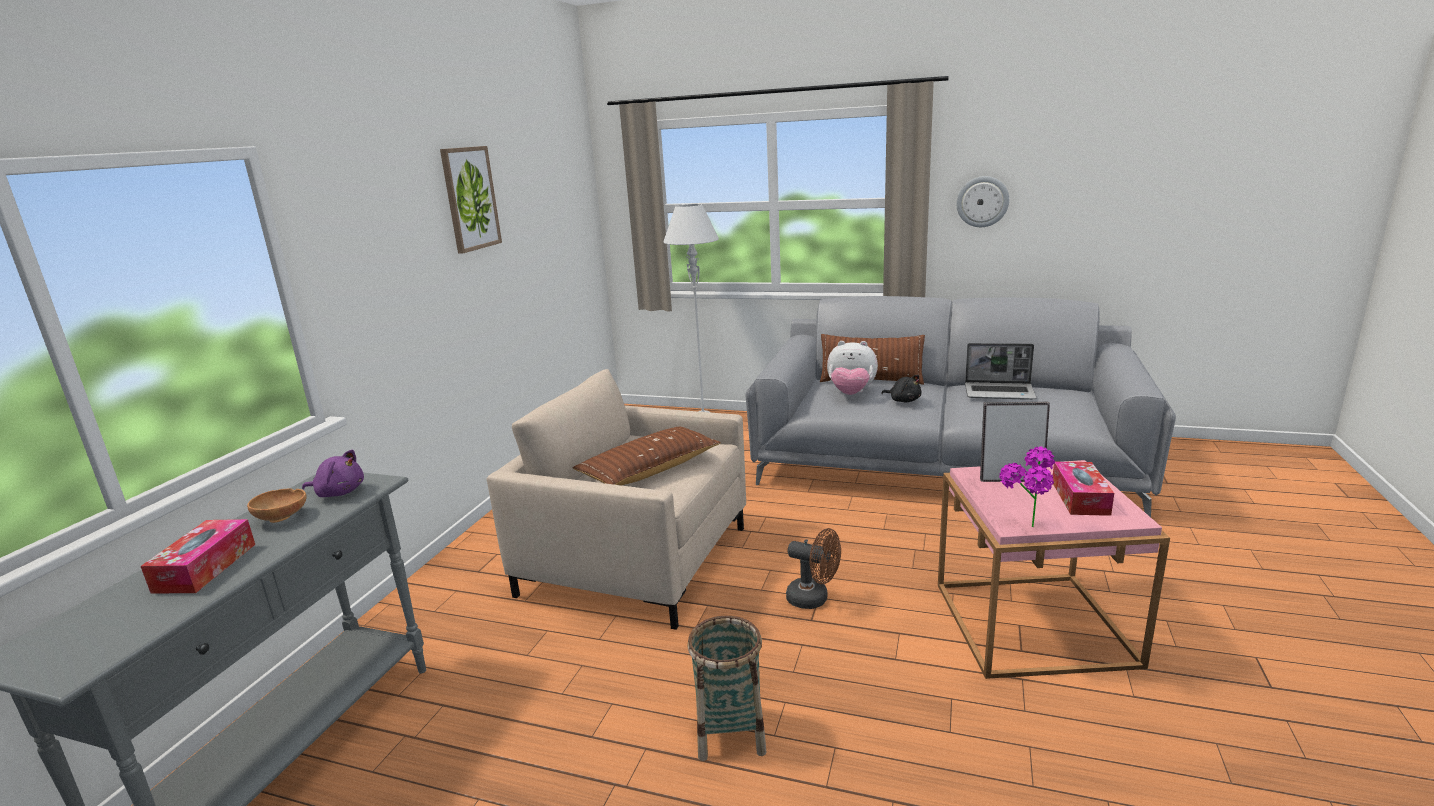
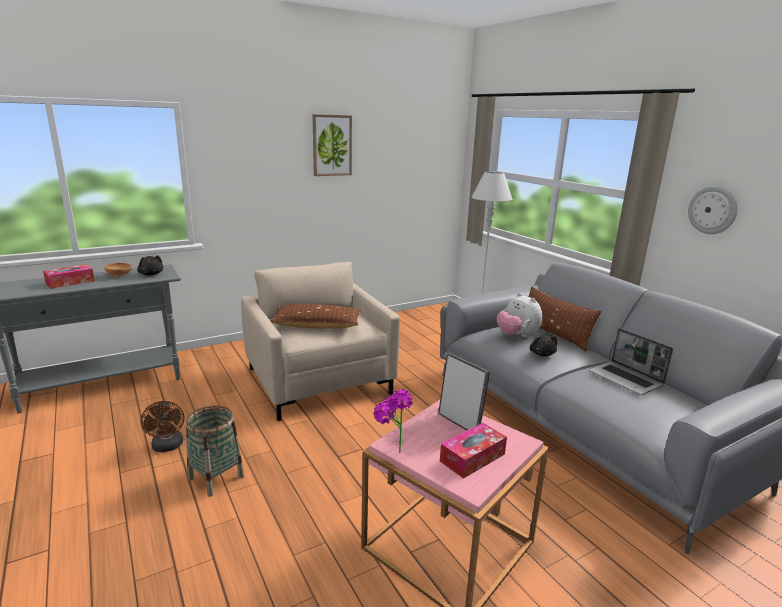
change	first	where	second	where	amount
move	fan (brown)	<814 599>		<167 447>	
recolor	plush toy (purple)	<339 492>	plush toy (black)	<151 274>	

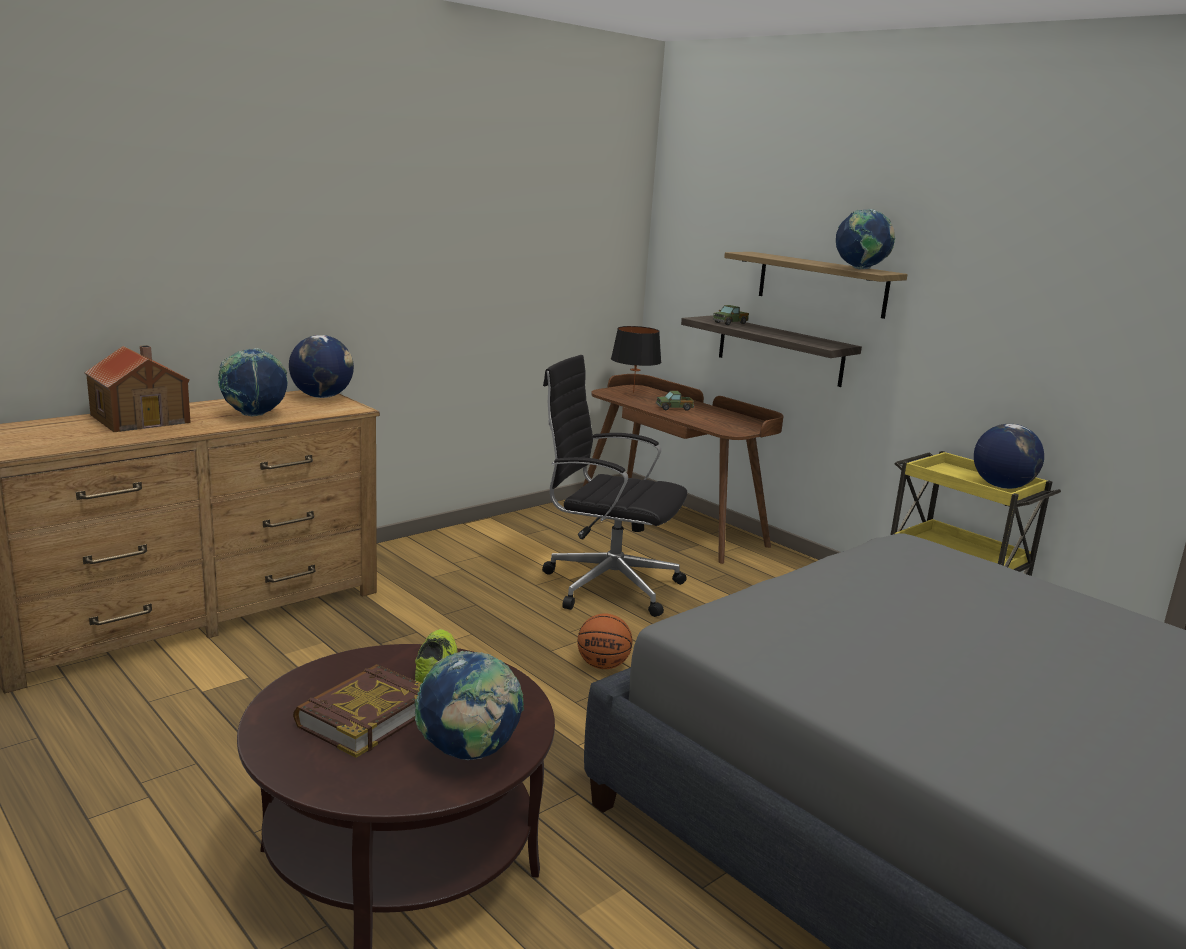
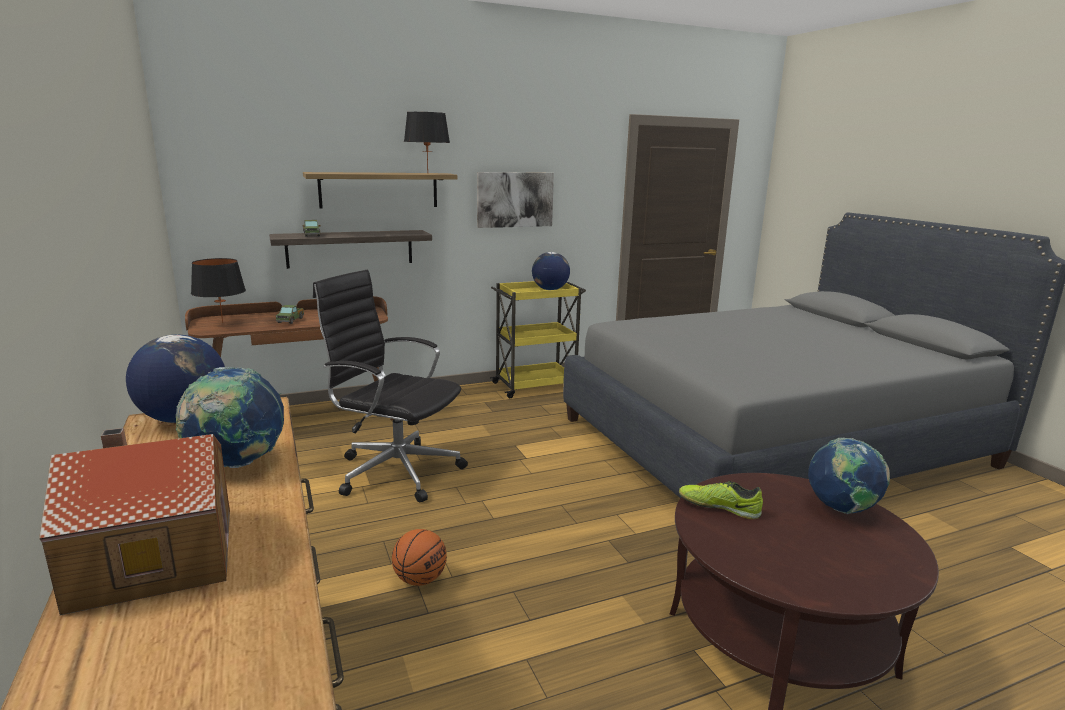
change	first	where	second	where	amount
delete	book	<365 717>			
insert			picture	<514 199>	
move	basketball	<603 665>		<420 579>	
replace	globe	<860 269>	table lamp (black)	<428 173>	
rotate	office chair (black)	<607 585>		<395 470>	75 degrees clockwise

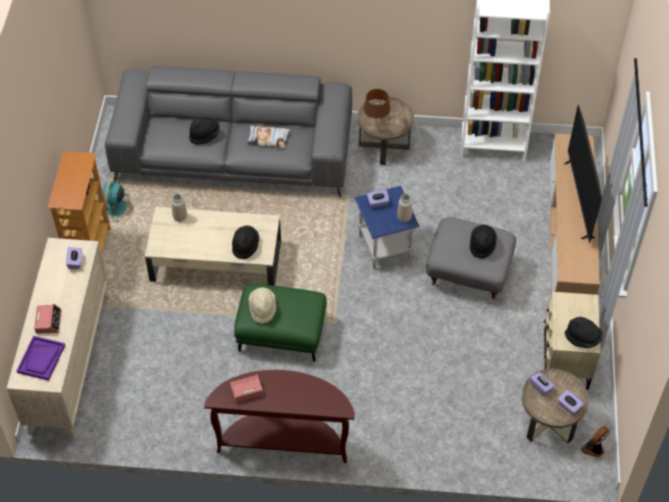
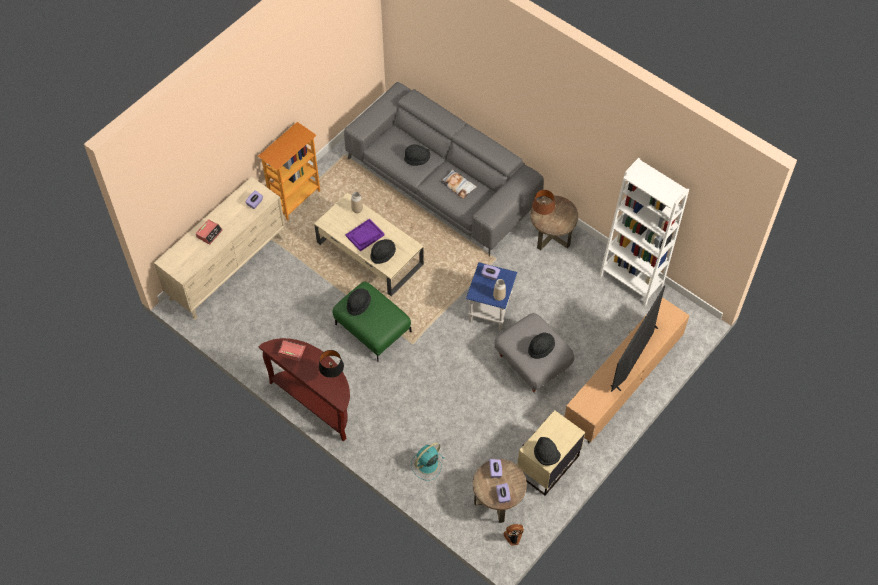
change	first	where	second	where	amount
insert			table lamp (black)	<332 377>	
move	tray (purple)	<41 359>		<365 235>	
move	fan (turquoise)	<115 208>		<426 465>	
recolor	hat (beige)	<262 309>	hat (black)	<358 304>	

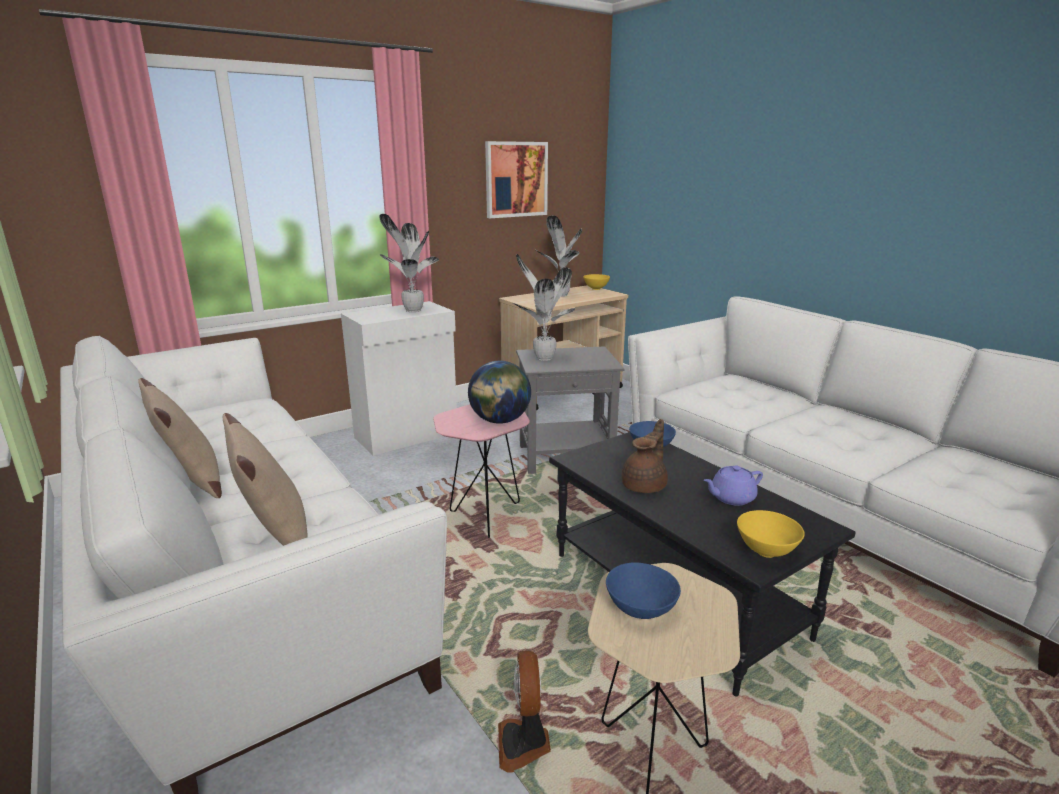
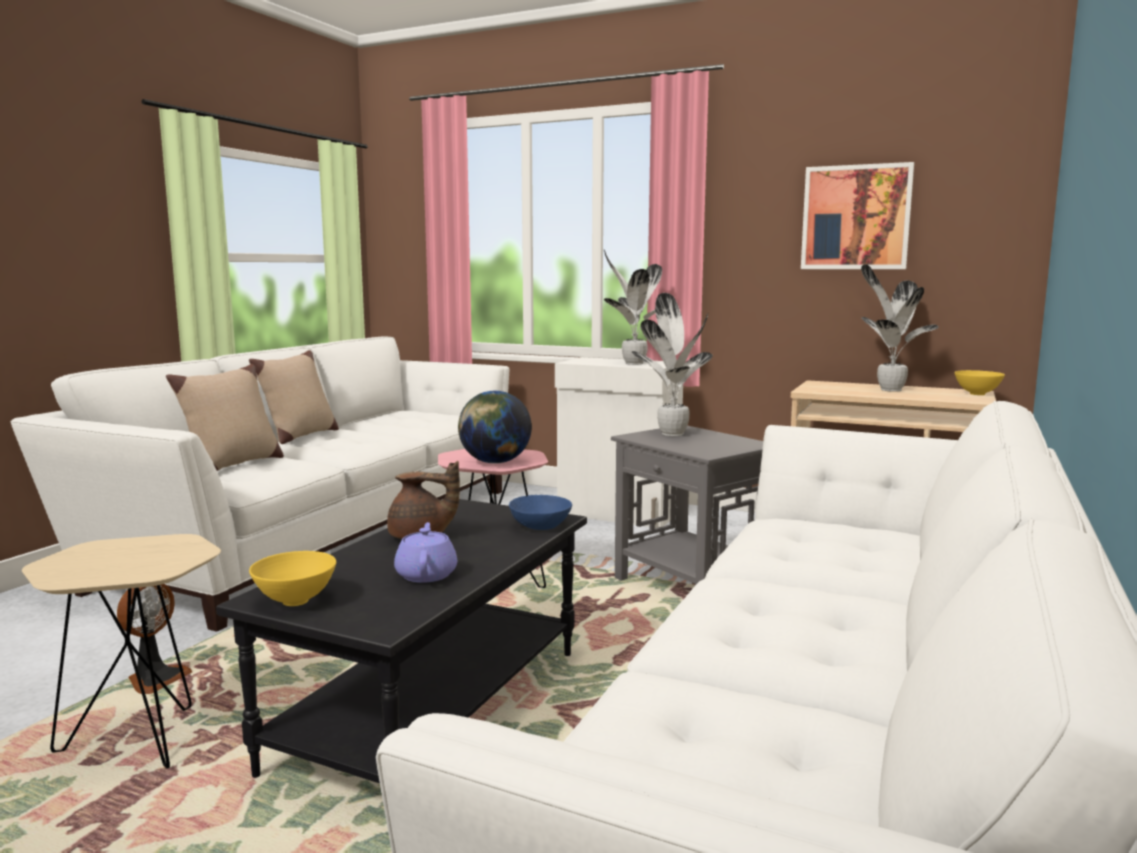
change	first	where	second	where	amount
delete	bowl (blue)	<640 607>			
rotate	fan	<524 744>		<155 679>	150 degrees clockwise
rotate	teapot (purple)	<731 498>		<426 574>	45 degrees clockwise

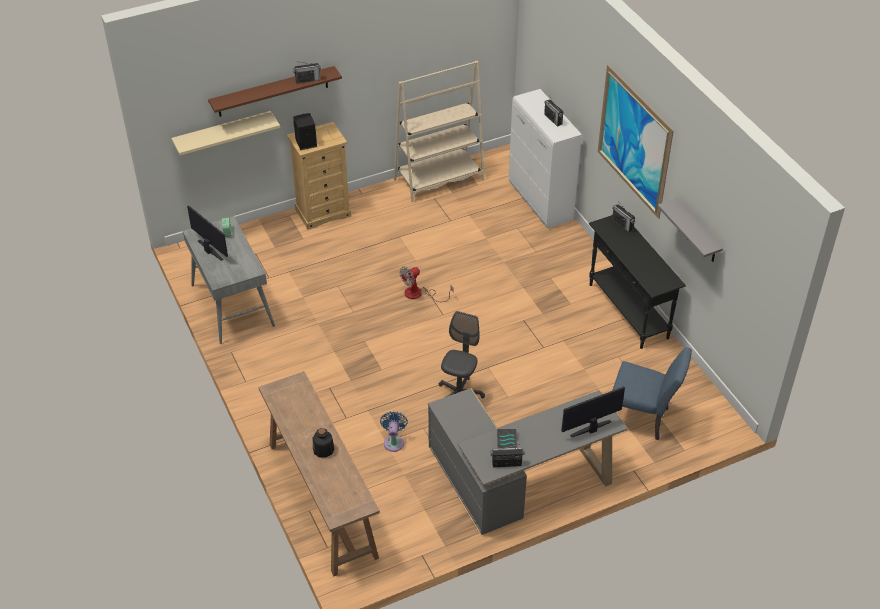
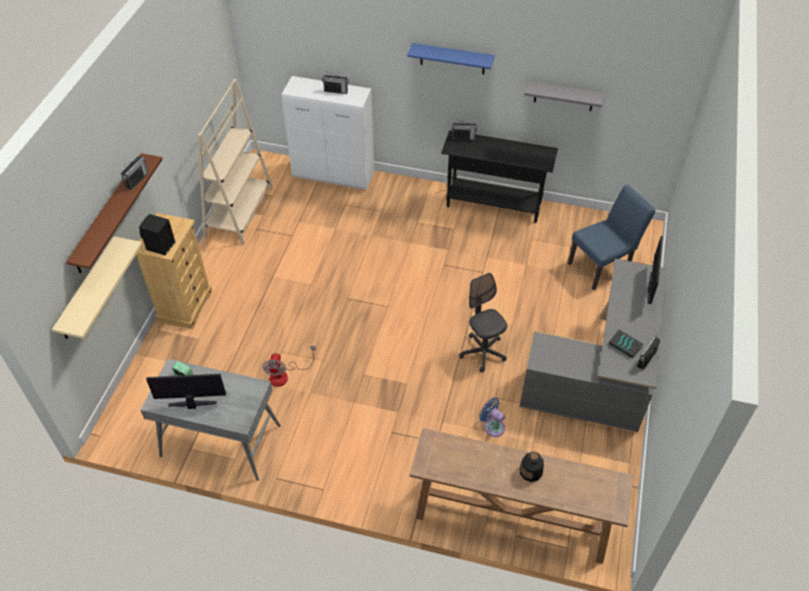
change	first	where	second	where	amount
move	fan	<419 294>		<285 375>	
replace	picture	<633 141>	shelf (blue)	<452 59>	

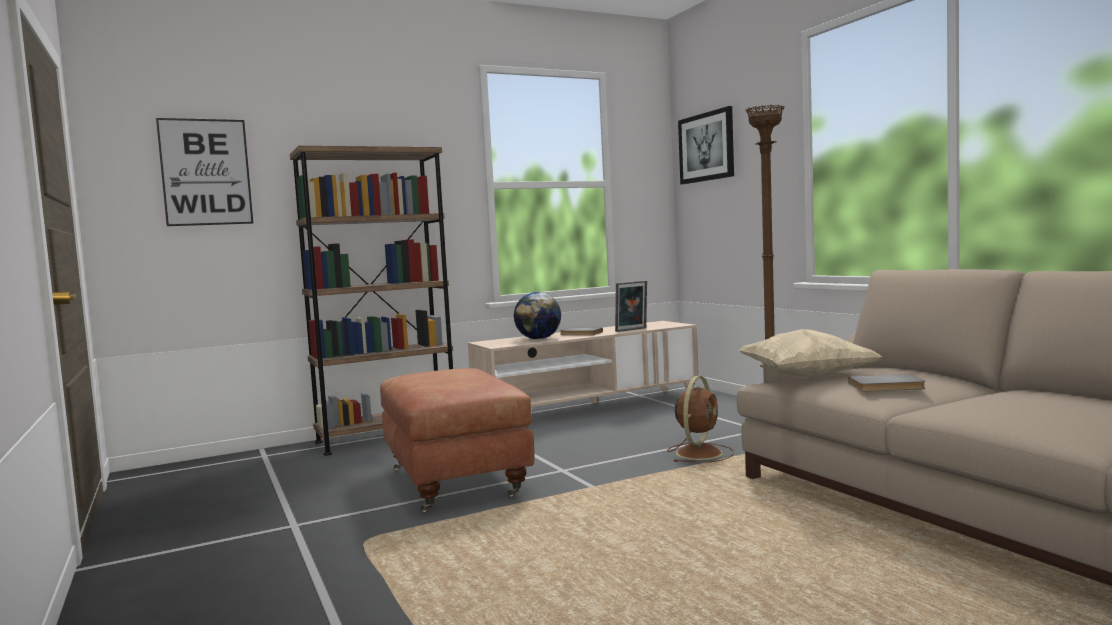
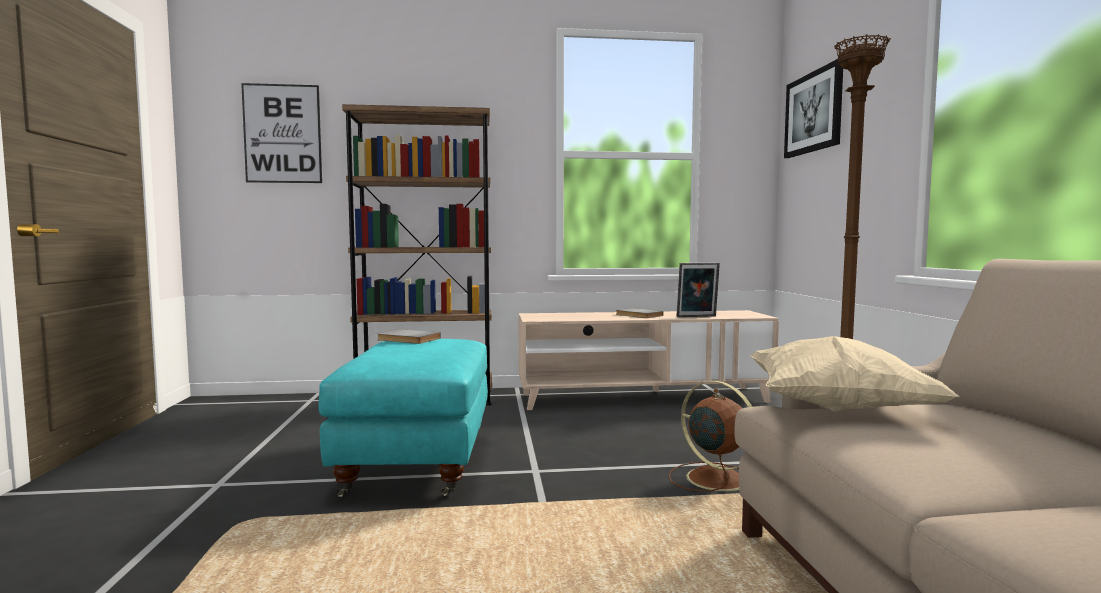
change	first	where	second	where	amount
delete	globe	<538 339>			
move	book (grey)	<887 386>		<407 339>	
recolor	ottoman (brown)	<456 481>	ottoman (turquoise)	<418 462>	
rotate	fan (brown)	<700 453>		<714 478>	90 degrees counterclockwise

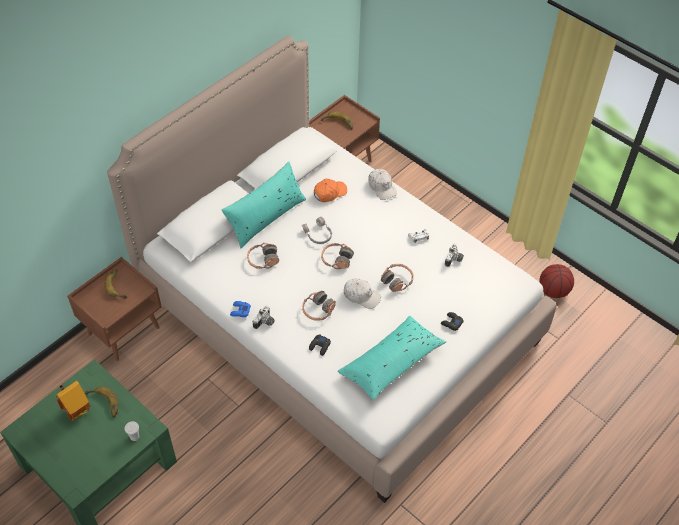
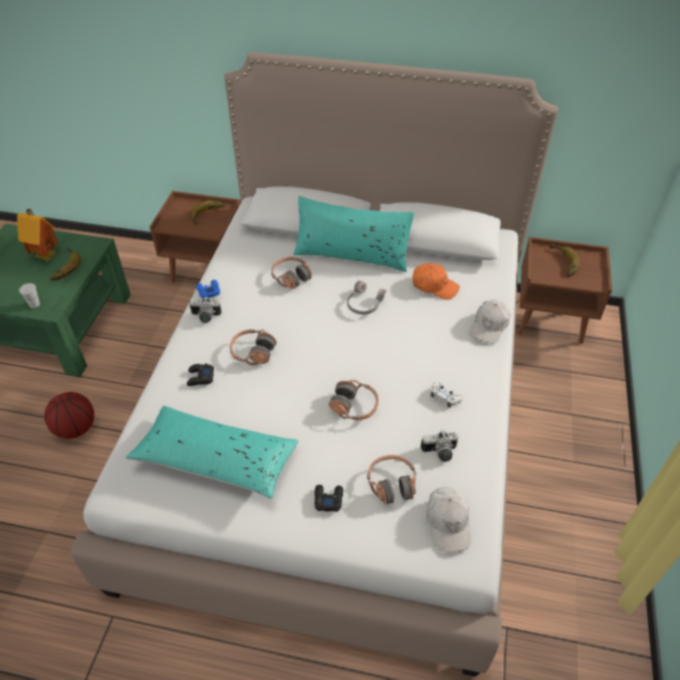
change	first	where	second	where	amount
move	headphones	<336 259>		<392 484>	
move	cap (white)	<361 296>		<448 522>	
move	basketball	<553 290>		<76 428>	

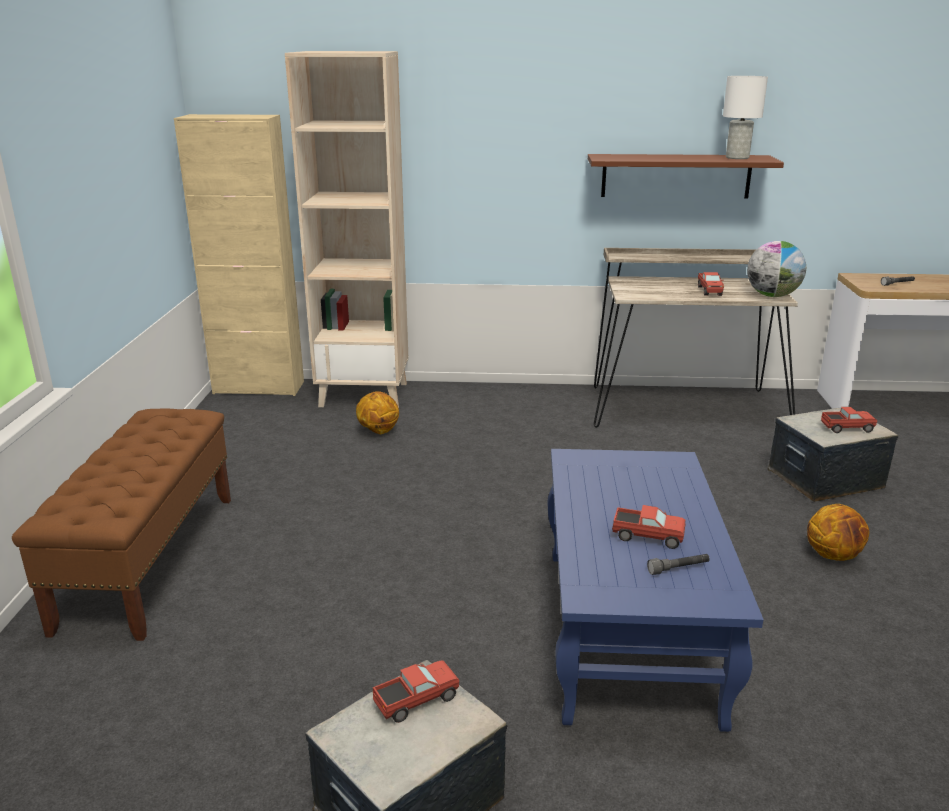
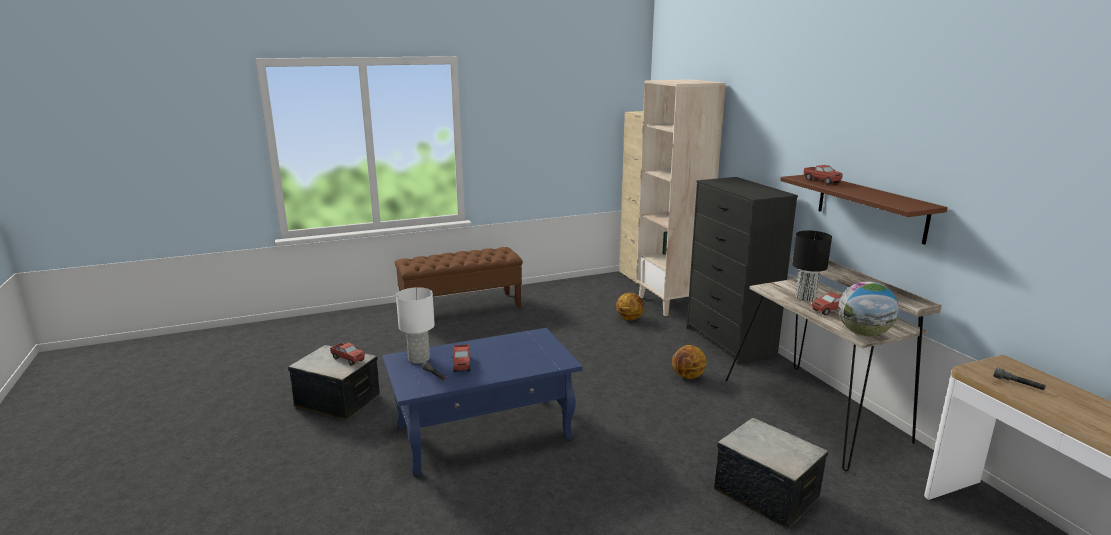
change	first	where	second	where	amount
insert			dresser (black)	<730 342>	
insert			table lamp (black)	<805 298>	
move	table lamp (white)	<737 157>		<419 359>	
move	basketball	<834 555>		<688 376>	
move	toy truck	<846 428>		<821 181>	

